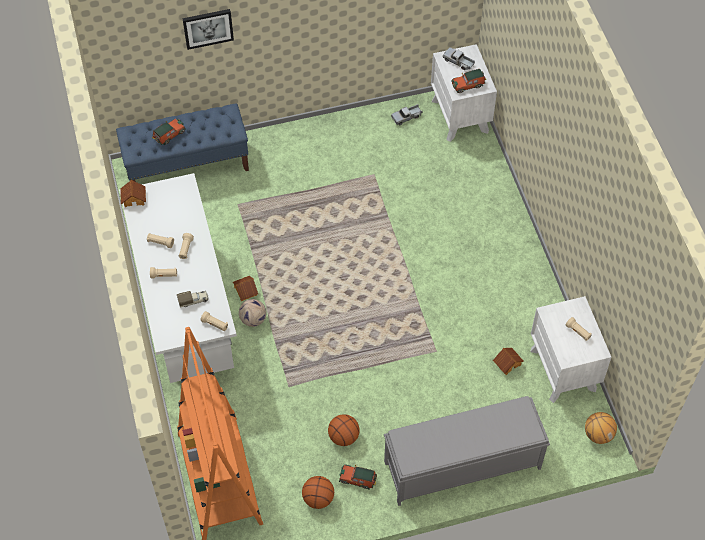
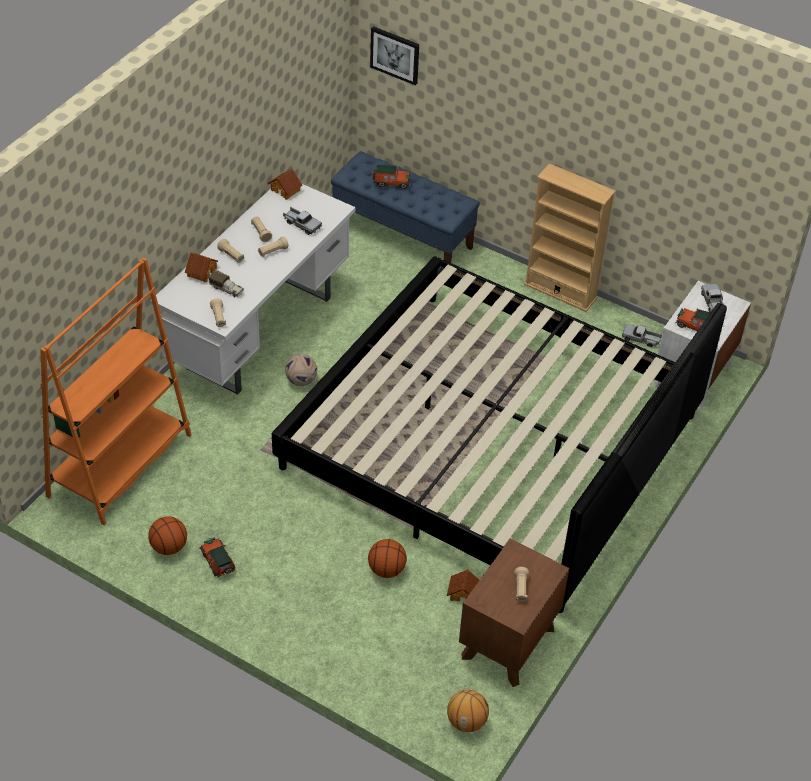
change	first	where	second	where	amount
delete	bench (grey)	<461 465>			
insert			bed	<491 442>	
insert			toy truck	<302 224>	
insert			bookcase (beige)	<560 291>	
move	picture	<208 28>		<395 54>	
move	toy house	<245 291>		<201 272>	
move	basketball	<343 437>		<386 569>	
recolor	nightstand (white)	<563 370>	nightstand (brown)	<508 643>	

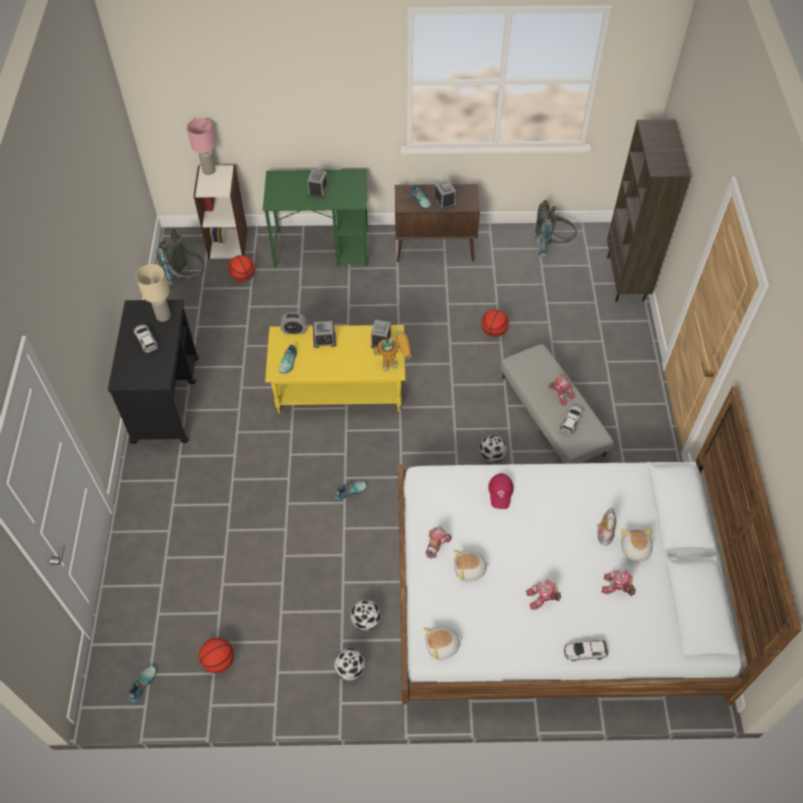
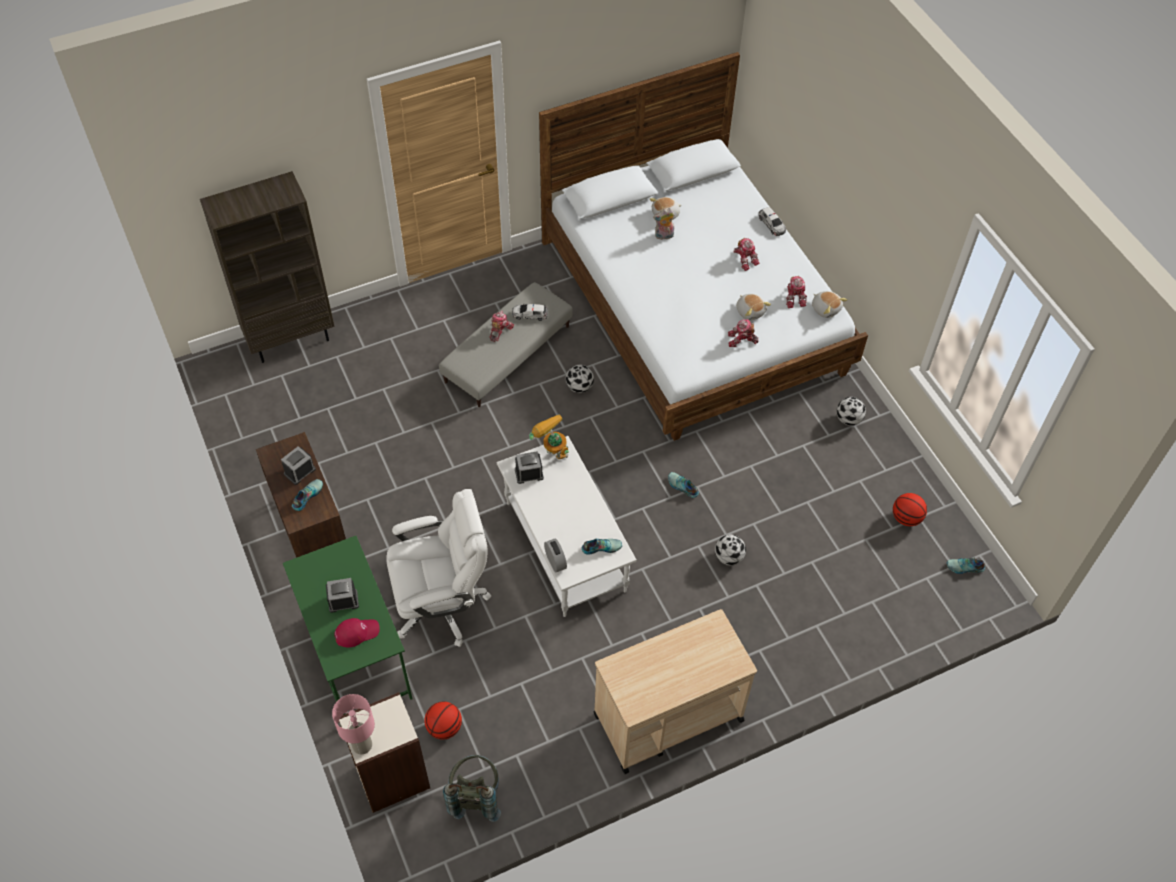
change	first	where	second	where	amount
delete	toy car	<146 340>			
delete	table lamp (beige)	<163 316>			
delete	alarm clock	<324 340>			
delete	basketball	<494 332>			
delete	backpack (grey)	<552 245>			
insert			office chair (white)	<442 603>	
move	football	<365 620>		<728 557>	
move	cap (red)	<500 492>		<357 632>	
move	toy robot	<617 587>		<794 297>	
recolor	cart (black)	<166 398>	cart (beige)	<667 717>	
recolor	coffee table (yellow)	<340 388>	coffee table (white)	<564 546>	

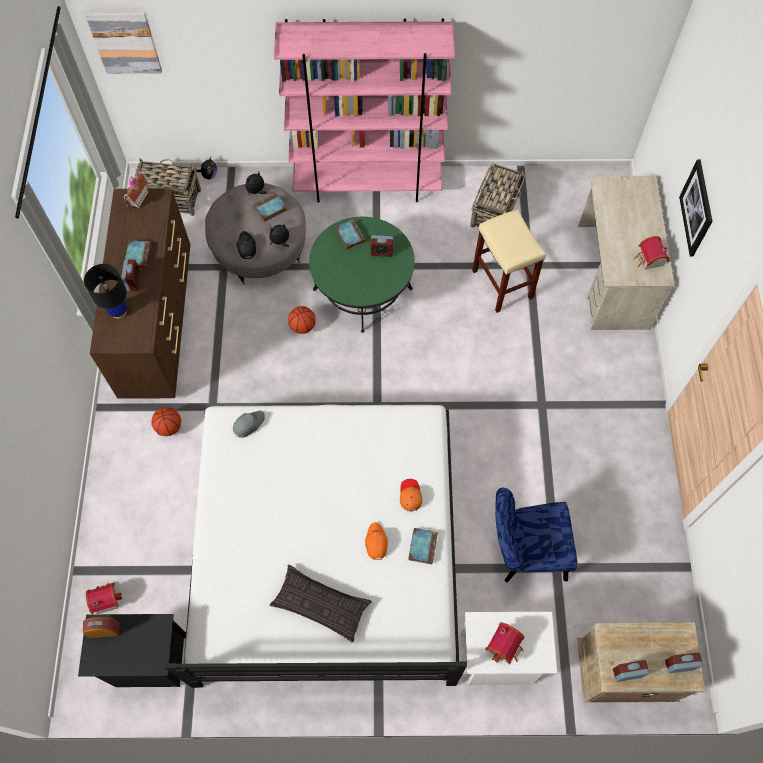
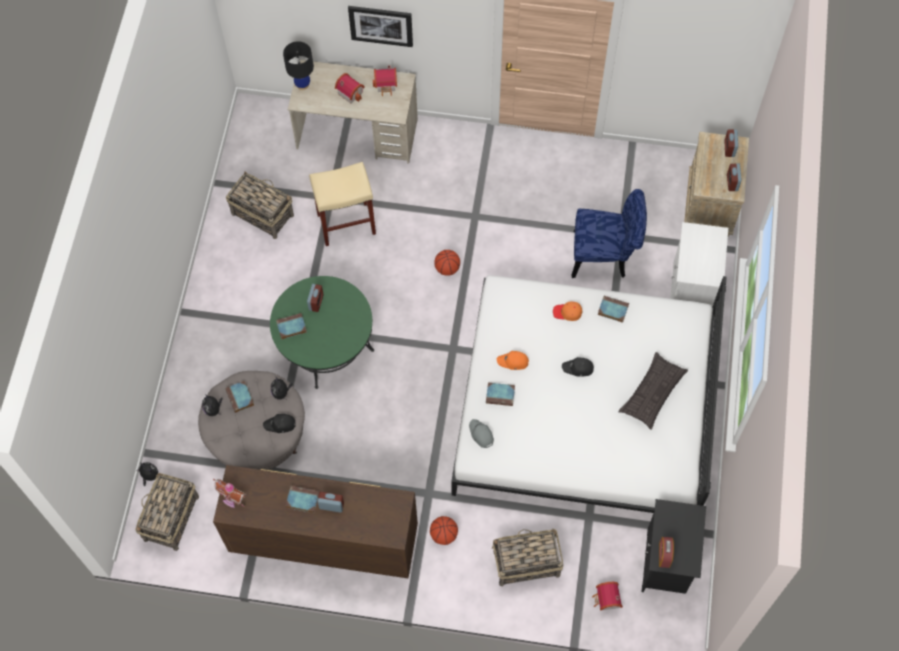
change	first	where	second	where	amount
delete	picture	<125 42>			
delete	bookcase (pink)	<368 185>			
insert			book	<501 395>	
insert			basket	<525 563>	
insert			cap (black)	<578 368>	
move	table lamp (black)	<118 311>		<302 84>	
move	basketball	<303 326>		<447 268>	
move	cap (orange)	<376 542>		<513 362>	
move	toy house	<505 646>		<351 92>	
rotate	chair (blue)	<524 551>		<605 256>	90 degrees counterclockwise

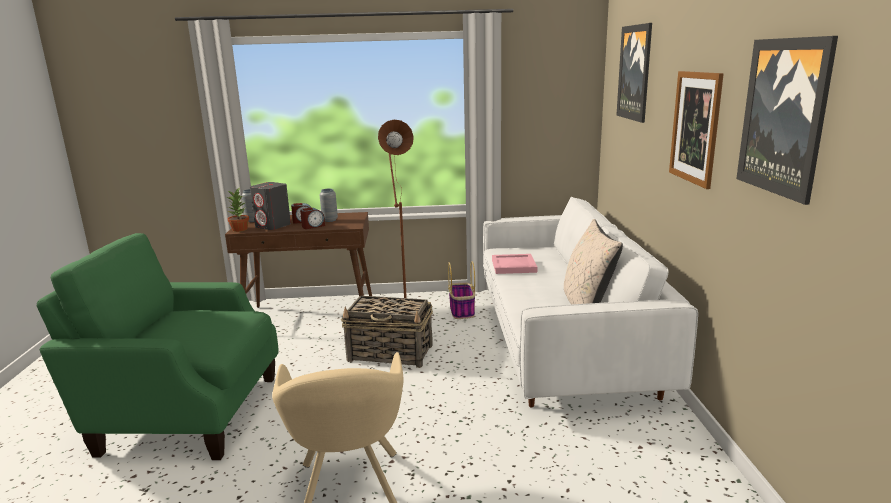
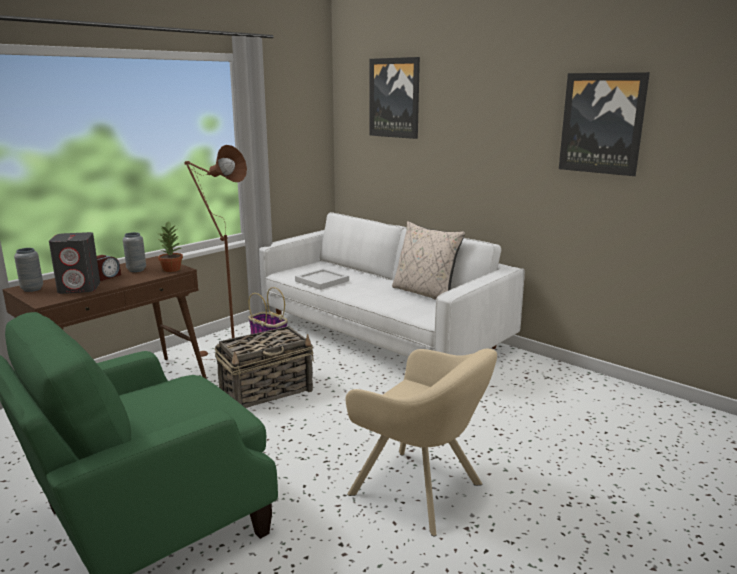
change	first	where	second	where	amount
delete	alarm clock	<313 226>			
delete	picture	<695 127>			
move	potted plant	<240 229>		<172 269>	
recolor	tray (pink)	<513 266>	tray (white)	<321 281>	

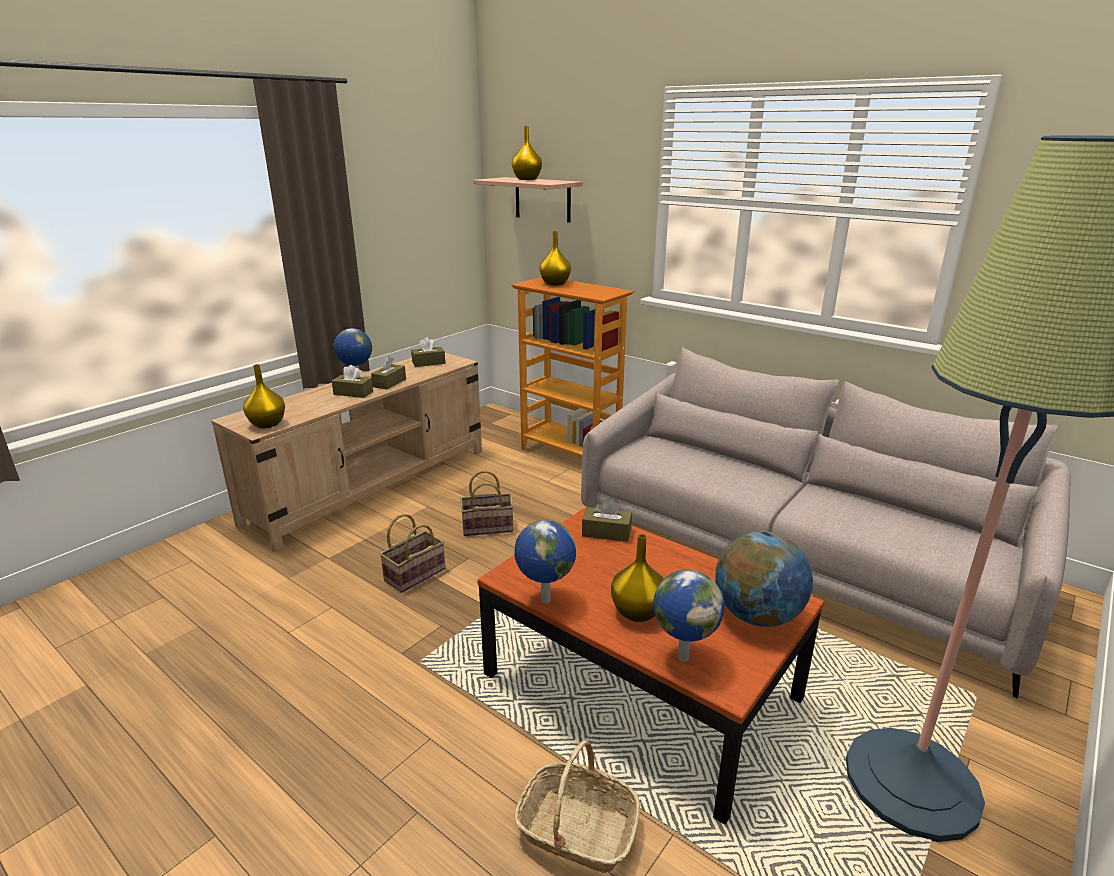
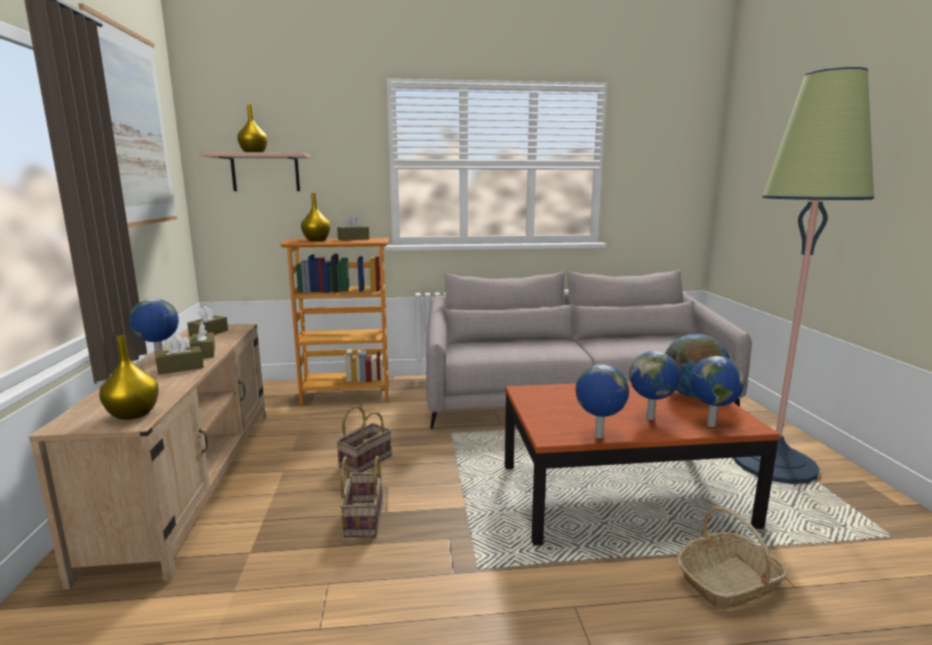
change	first	where	second	where	amount
insert			picture	<133 128>	
move	tissue box (brown)	<606 532>		<353 239>	
replace	vase (yellow)	<638 613>	globe	<651 418>	

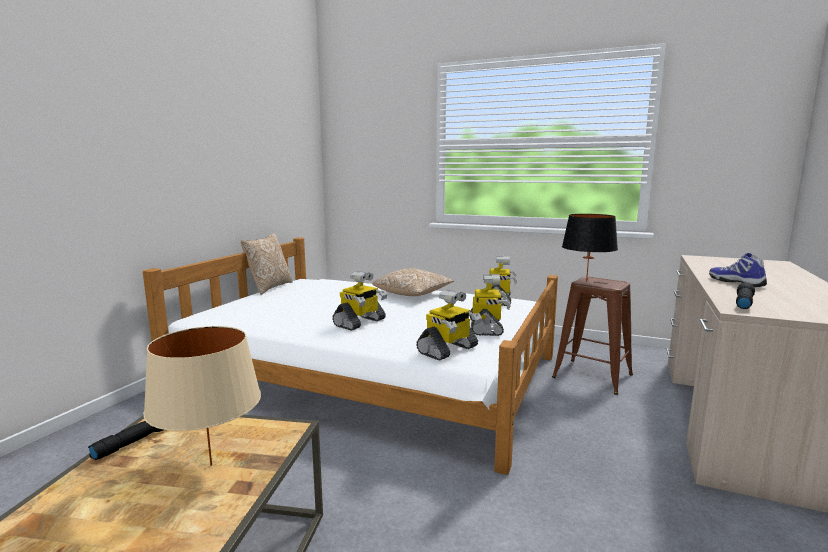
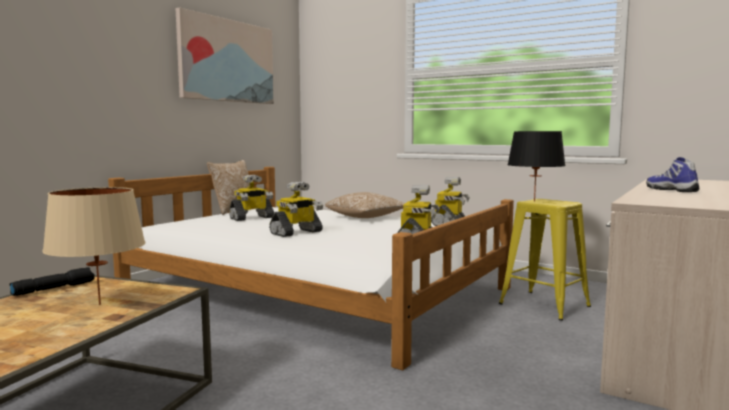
change	first	where	second	where	amount
delete	flashlight (black)	<743 302>			
insert			picture	<227 61>	
move	toy robot	<448 350>		<252 218>	
recolor	stool (brown)	<592 376>	stool (yellow)	<544 305>	

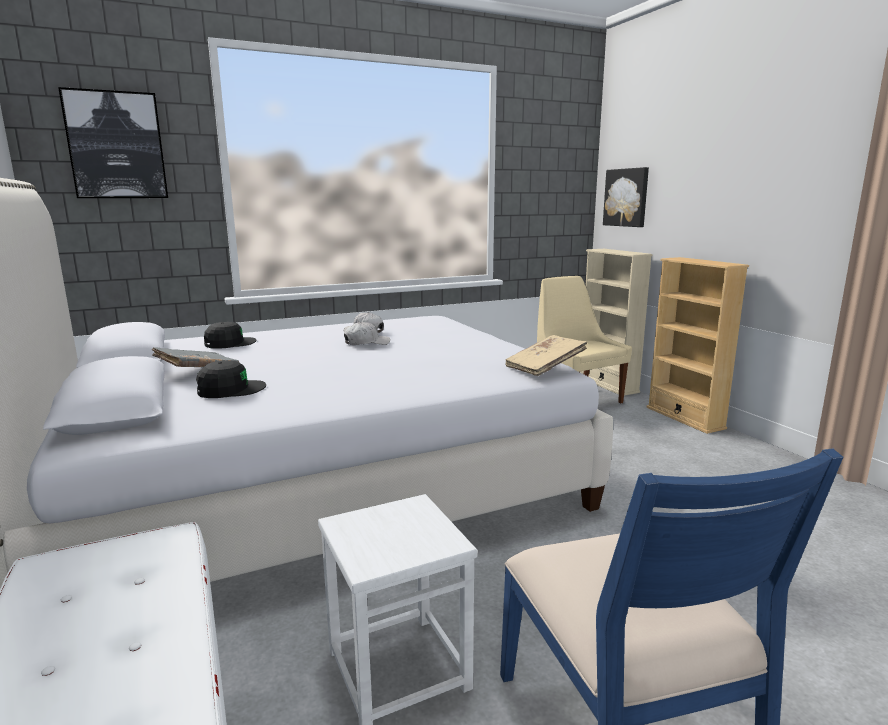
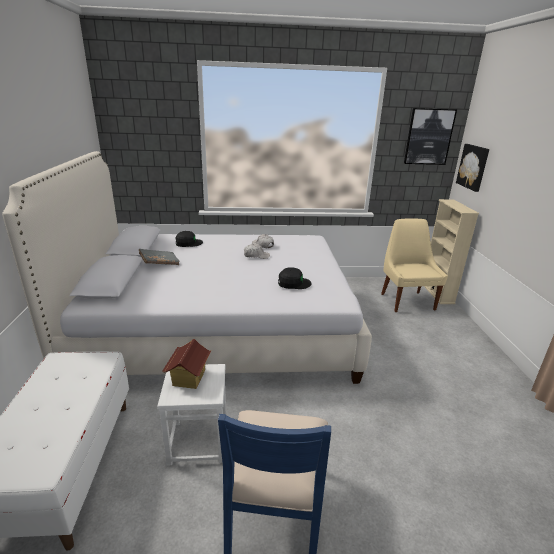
change	first	where	second	where	amount
delete	book (beige)	<545 367>			
delete	bookcase (beige)	<684 418>			
insert			toy house	<188 377>	
move	picture	<116 146>		<428 137>	
move	cap (black)	<230 389>		<293 283>	

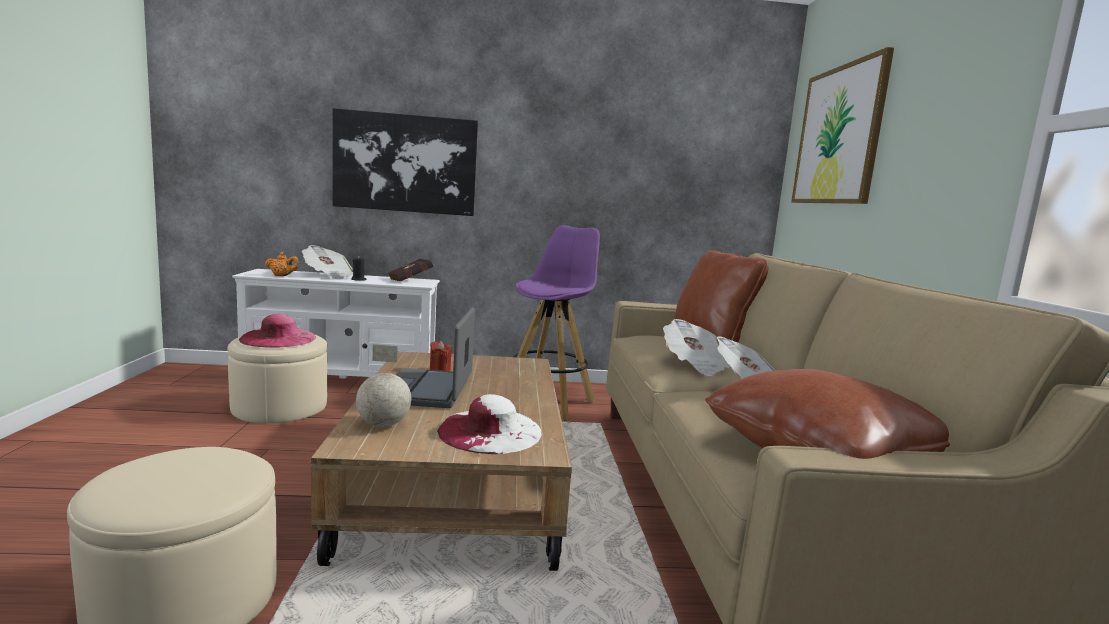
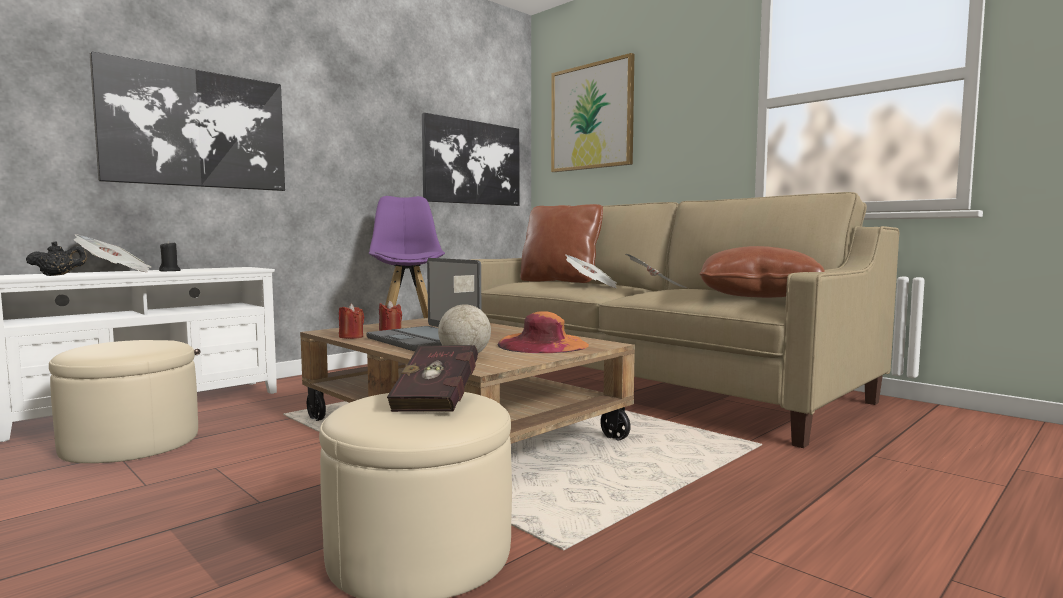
change	first	where	second	where	amount
delete	hat (pink)	<278 338>			
insert			candle (red)	<351 337>	
insert			picture	<472 163>	
move	book (red)	<412 280>		<438 401>	
recolor	teapot (orange)	<282 276>	teapot (black)	<58 275>	
recolor	hat (white)	<490 431>	hat (orange)	<542 344>	

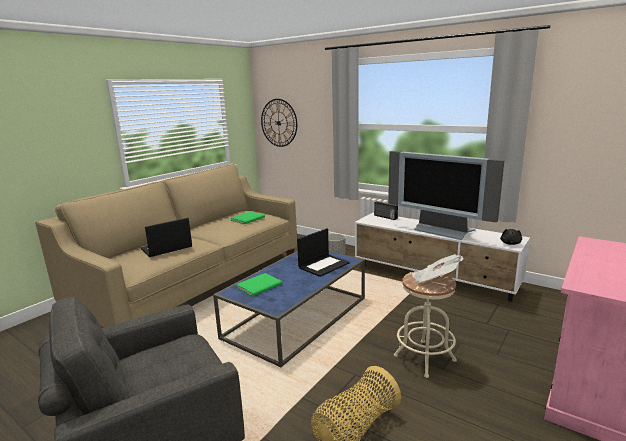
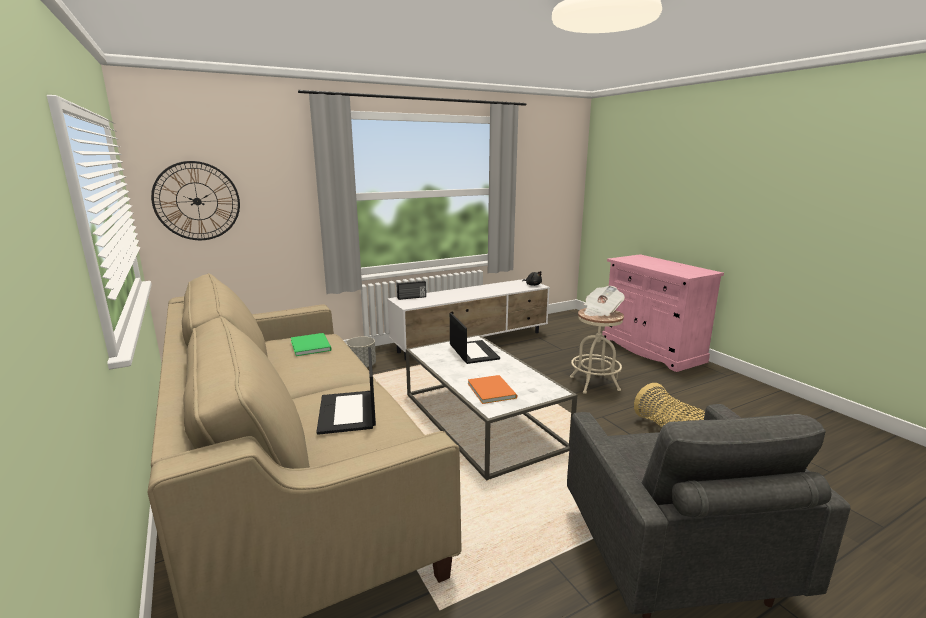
change	first	where	second	where	amount
delete	television	<443 231>			
recolor	coffee table (blue)	<296 317>	coffee table (white)	<481 420>	
recolor	book (green)	<261 285>	book (orange)	<492 390>	

